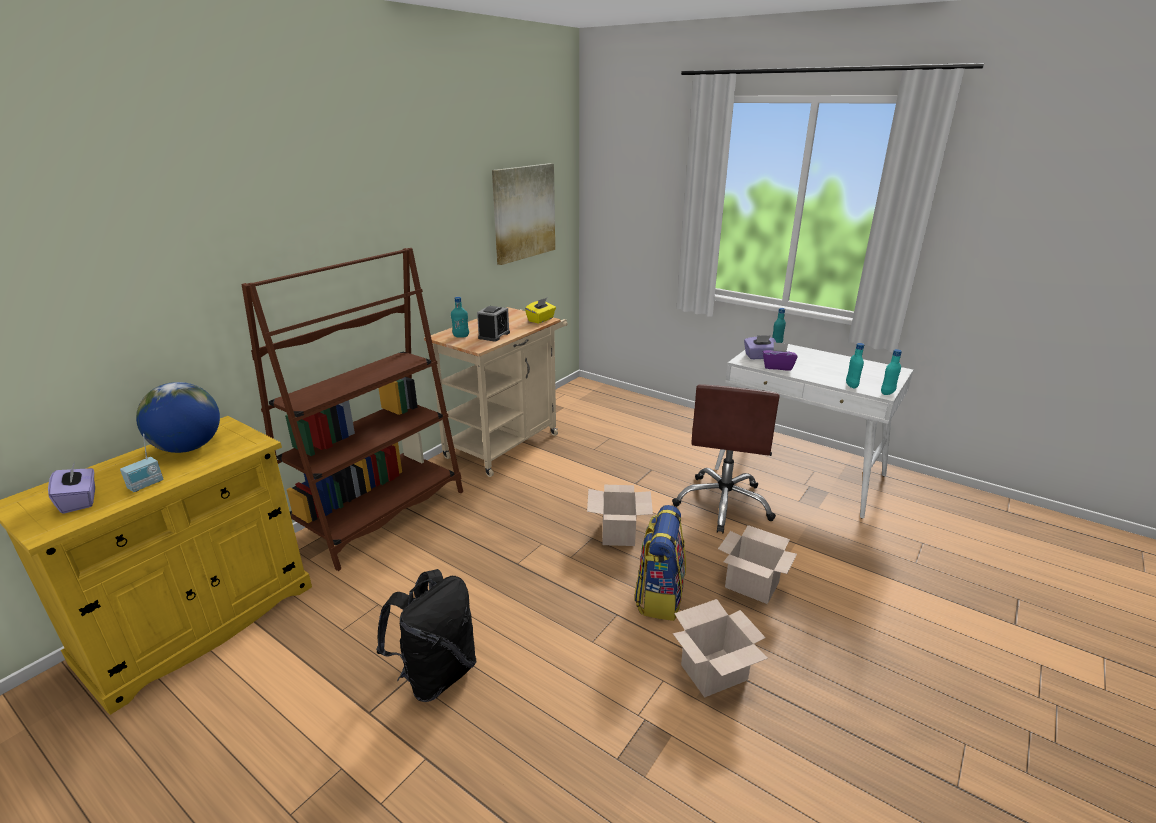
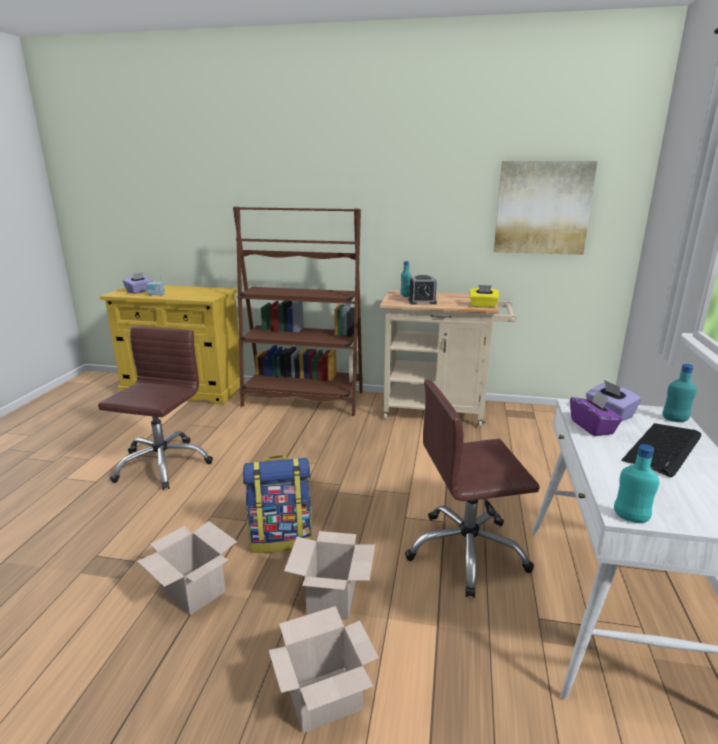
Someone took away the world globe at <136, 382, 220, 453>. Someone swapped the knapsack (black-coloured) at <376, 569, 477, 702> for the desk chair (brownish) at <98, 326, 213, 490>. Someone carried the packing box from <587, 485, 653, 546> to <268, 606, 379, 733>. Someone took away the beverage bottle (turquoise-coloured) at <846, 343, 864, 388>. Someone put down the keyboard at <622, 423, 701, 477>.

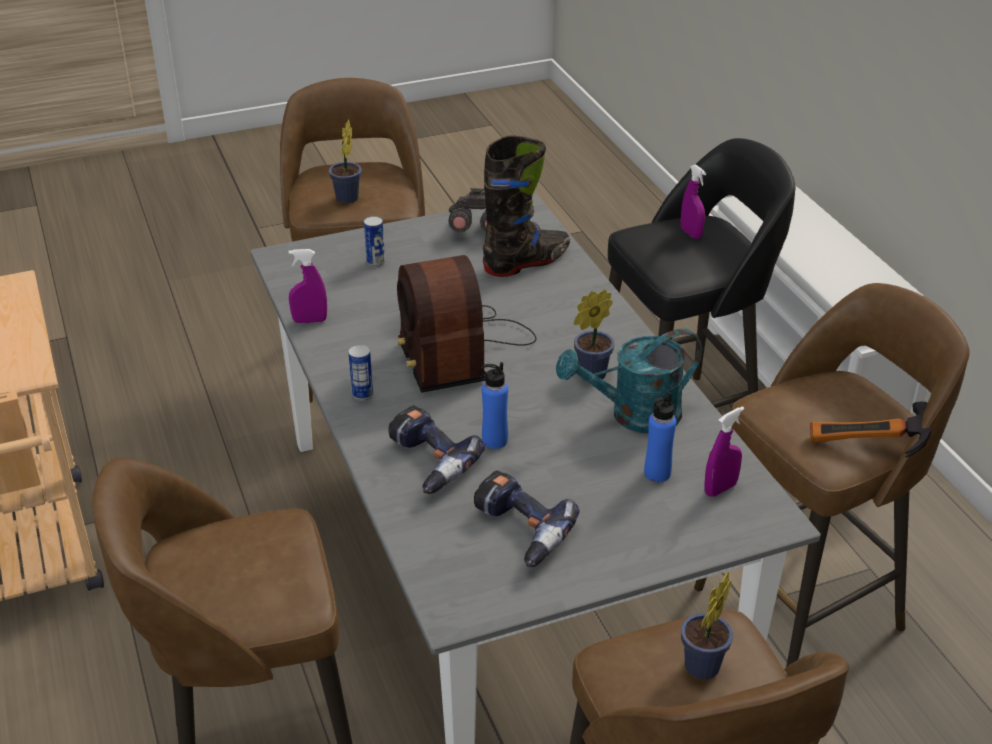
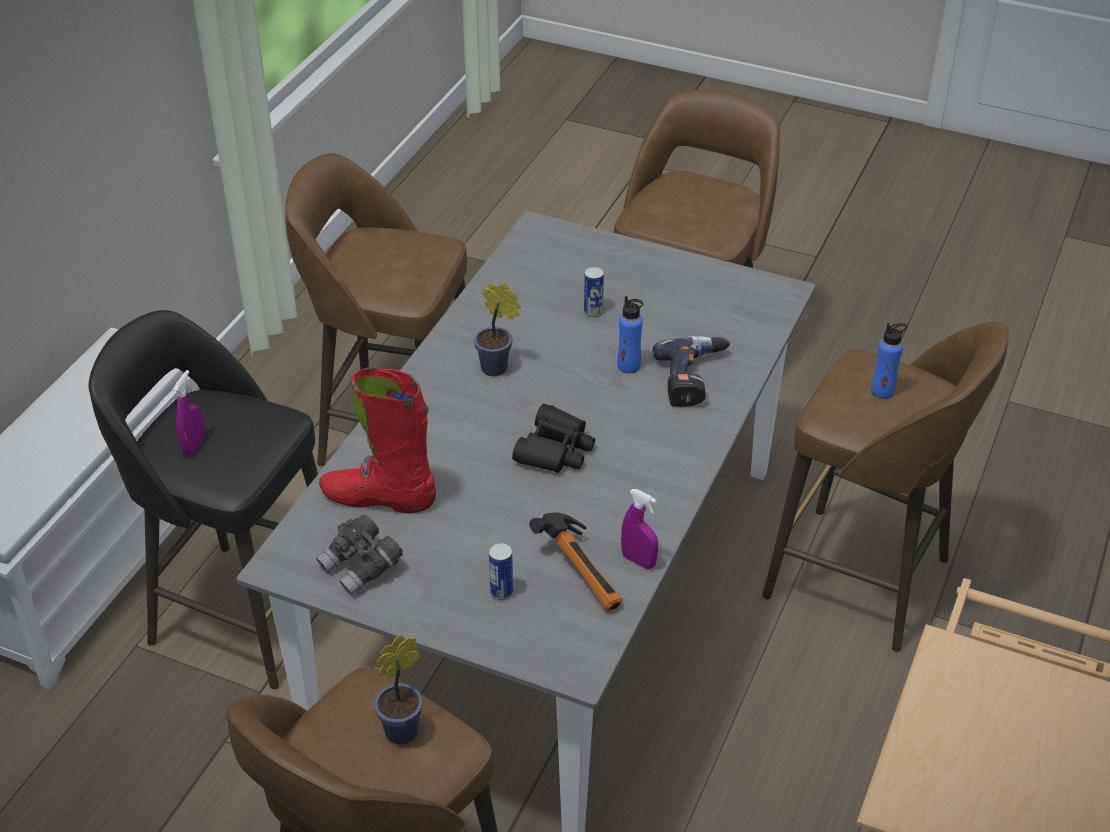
Someone carried the sealed can from <348, 344, 373, 401> to <584, 267, 604, 317>. Someone swapped the radio set at <397, 255, 536, 393> for the binoculars (black-coloured) at <512, 404, 595, 473>. Someone took away the power drill at <474, 471, 580, 567>. Someone repainted the boot (black-coloured) at <483, 135, 570, 277>, which became the boot (reddish) at <319, 367, 436, 513>. Someone took away the sprinkling can (turquoise-coloured) at <556, 328, 702, 433>. Someone carried the beverage bottle (blue) from <644, 392, 676, 482> to <871, 323, 907, 399>. Someone took away the plant in a pot at <681, 572, 733, 680>. Someone took away the spray bottle (purplish) at <704, 406, 744, 497>. Someone carried the hammer from <810, 402, 931, 458> to <529, 512, 623, 611>.

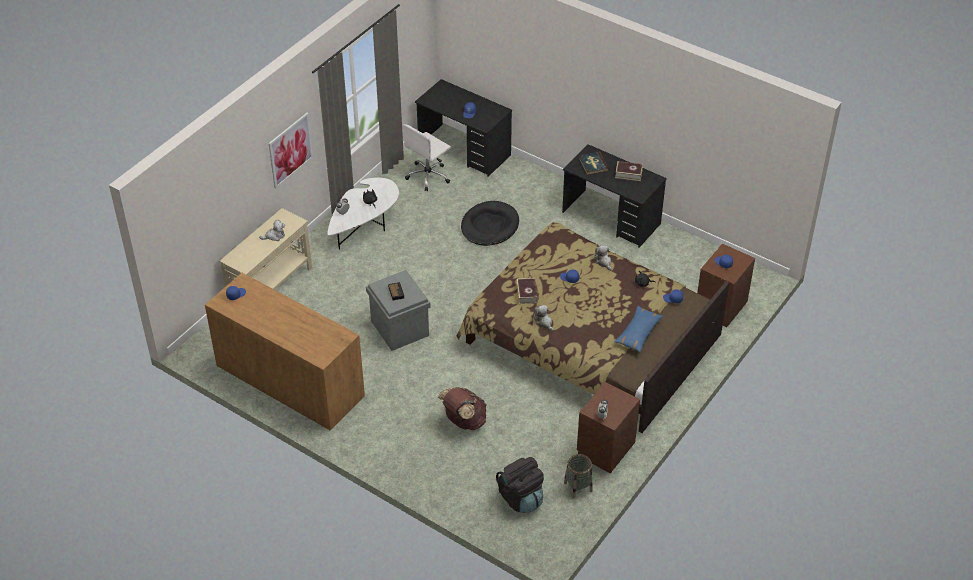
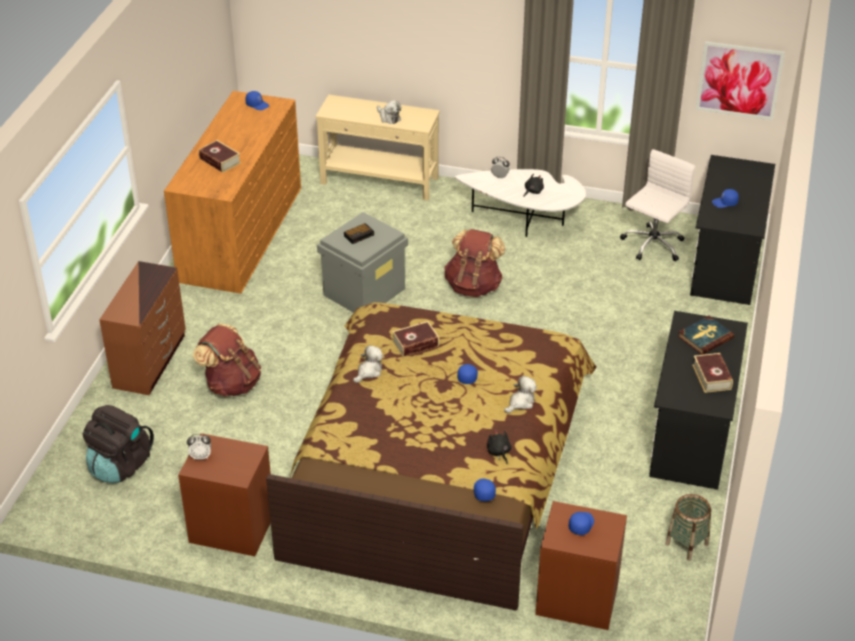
Someone carried the wall art from <269, 113, 313, 189> to <695, 41, 785, 120>. Someone rotated the desk chair (whitish) at <403, 124, 451, 191> by 105 degrees clockwise. Someone took away the dog cushion (black-coloured) at <461, 201, 519, 246>. Someone carried the storage basket from <564, 454, 592, 499> to <665, 494, 711, 561>. Someone took away the cushion (blue) at <614, 306, 663, 352>. Someone put down the chest of drawers (brownish) at <99, 261, 186, 395>. Someone put down the bound book at <199, 140, 241, 173>. Someone put down the knapsack (brownish) at <445, 229, 505, 297>.

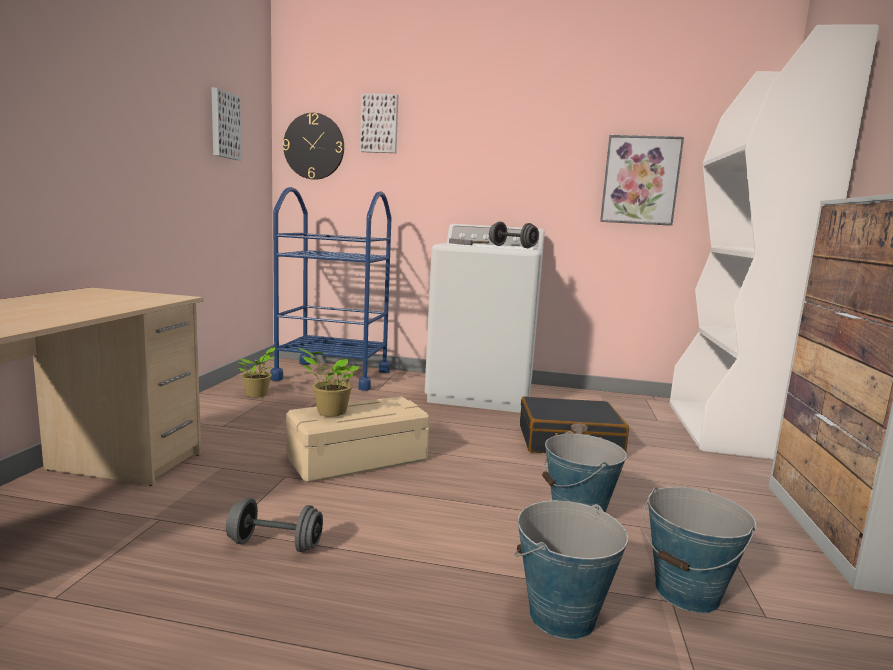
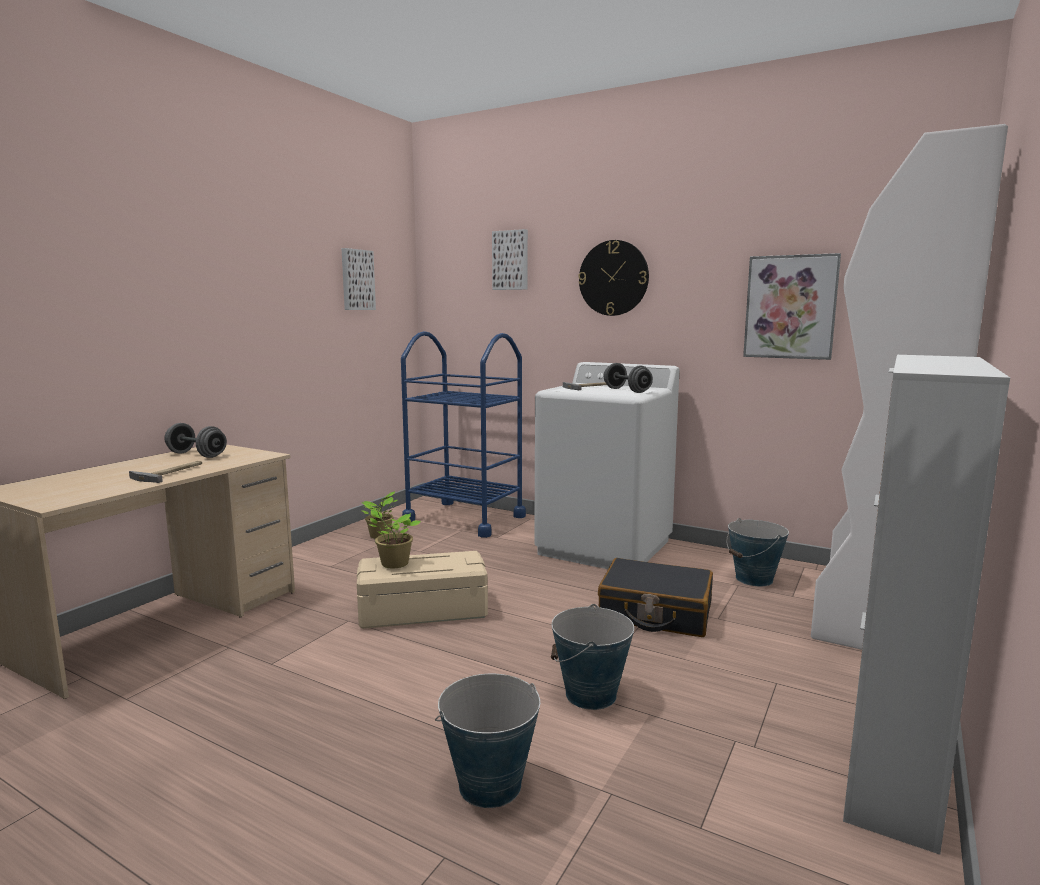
Someone carried the hand weight (grey) from <226, 498, 323, 552> to <164, 423, 227, 458>. Someone carried the wall clock from <283, 113, 344, 180> to <578, 240, 649, 316>. Someone carried the bucket from <643, 487, 756, 613> to <726, 518, 789, 586>. Someone put down the hammer at <129, 461, 202, 483>.

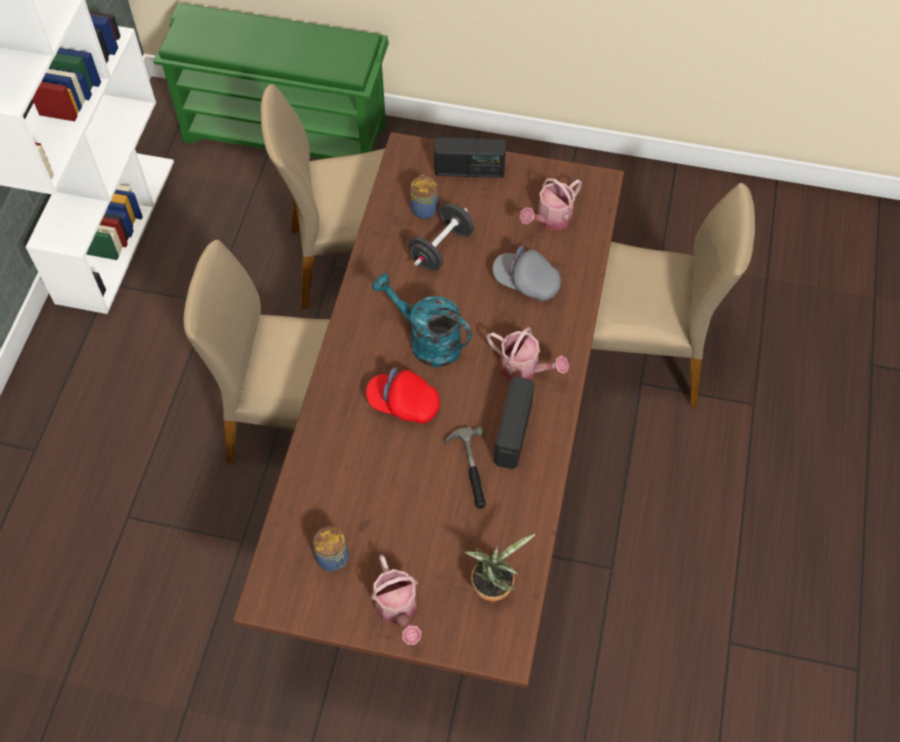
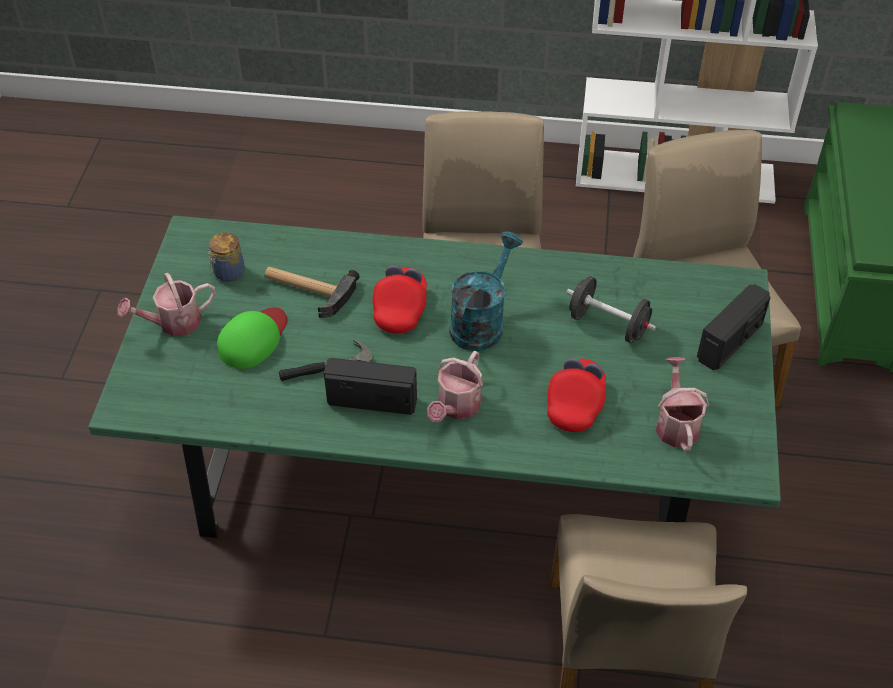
Someone repainted the kitchen table (brownish) at <233, 132, 624, 688>, which became the kitchen table (green) at <88, 216, 781, 538>. Someone took away the jar at <410, 175, 438, 219>. Someone rotated the radio set at <434, 137, 506, 178> by 135 degrees counterclockwise. Someone took away the plant in a pot at <464, 534, 535, 602>. Someone repainted the baseball cap (grey) at <493, 245, 561, 301>, which became the baseball cap (reddish) at <547, 358, 606, 432>. Someone rotated the sprinkling can at <519, 178, 582, 231> by 45 degrees clockwise. Someone put down the baseball cap (green) at <217, 307, 287, 369>. Someone put down the hammer at <265, 267, 360, 318>.

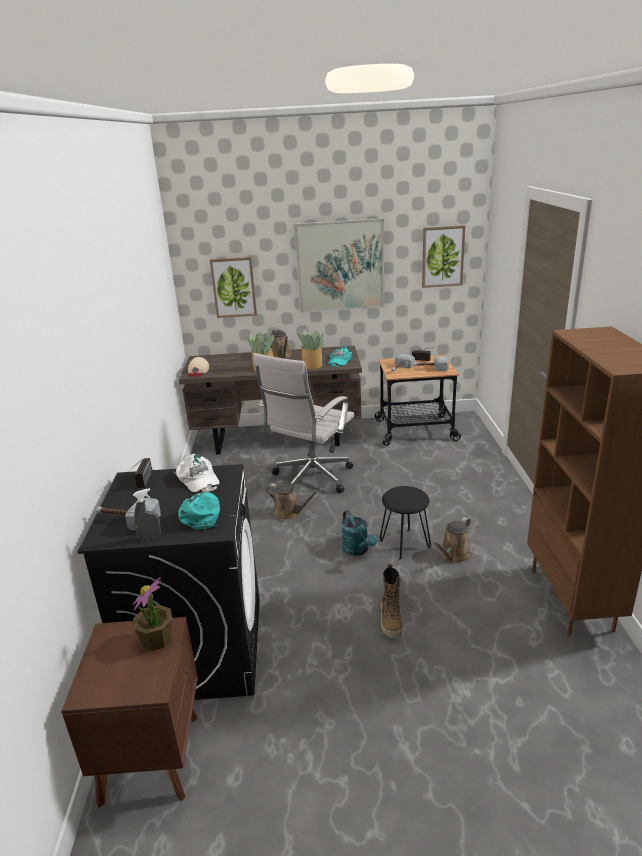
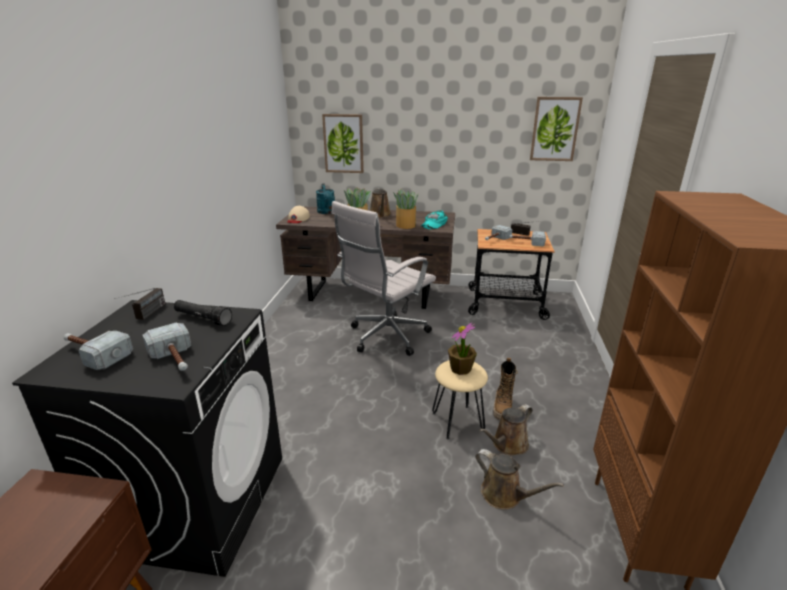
Someone carried the plant in a pot from <132, 577, 172, 651> to <448, 322, 477, 375>. Someone took away the spray bottle (grey) at <133, 488, 161, 541>. Someone swapped the baseball cap (whitish) at <174, 454, 220, 493> for the hand torch (black-coloured) at <174, 300, 232, 326>. Someone swapped the baseball cap (turquoise-coloured) at <178, 492, 220, 531> for the hammer at <143, 322, 191, 371>. Someone carried the sprinkling can (brownish) from <266, 483, 320, 520> to <475, 449, 564, 510>. Someone took away the wall art at <294, 218, 384, 313>. Someone carried the sprinkling can (turquoise-coloured) from <342, 510, 377, 556> to <316, 183, 335, 214>. Someone repainted the stool seat (black-coloured) at <380, 486, 431, 560>, which became the stool seat (beige-coloured) at <432, 360, 488, 439>. Someone carried the boot from <381, 564, 402, 638> to <493, 358, 518, 420>.

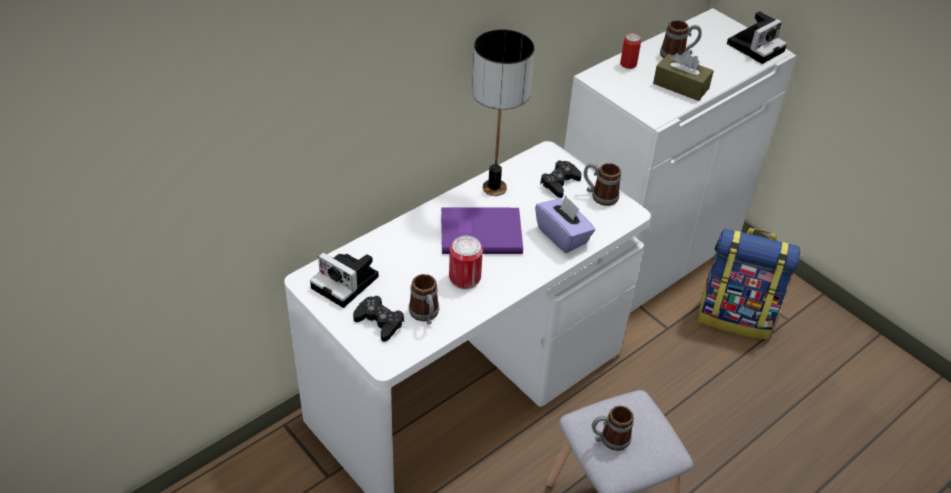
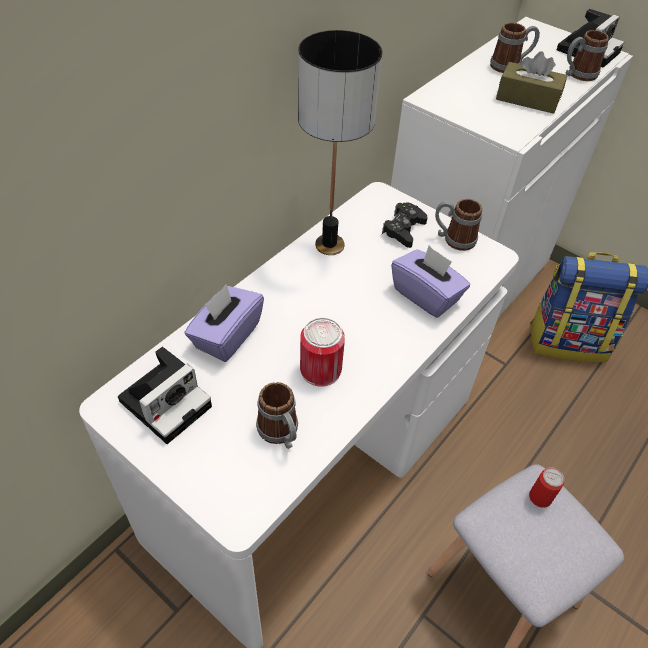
Someone rotated the still camera at <310, 253, 379, 308> by 75 degrees counterclockwise. Someone took away the gamepad (black-coloured) at <353, 296, 404, 342>. Someone took away the bound book (purplish) at <441, 207, 523, 254>. Someone carried the coffee mug from <592, 406, 634, 451> to <566, 30, 609, 81>. Someone carried the sealed can from <620, 33, 641, 69> to <529, 467, 564, 508>. Someone put down the tissue box (purplish) at <185, 284, 264, 362>.

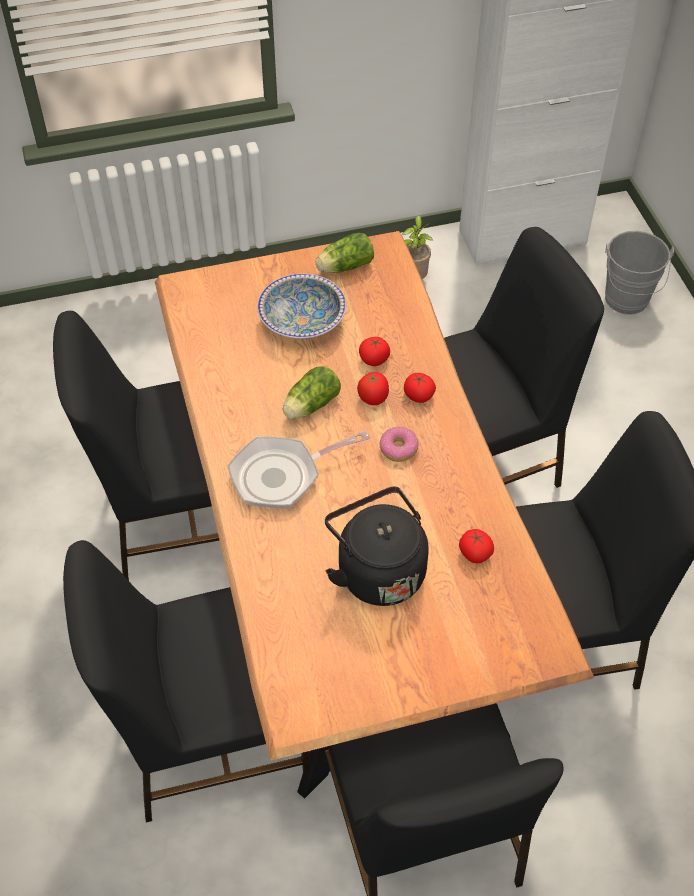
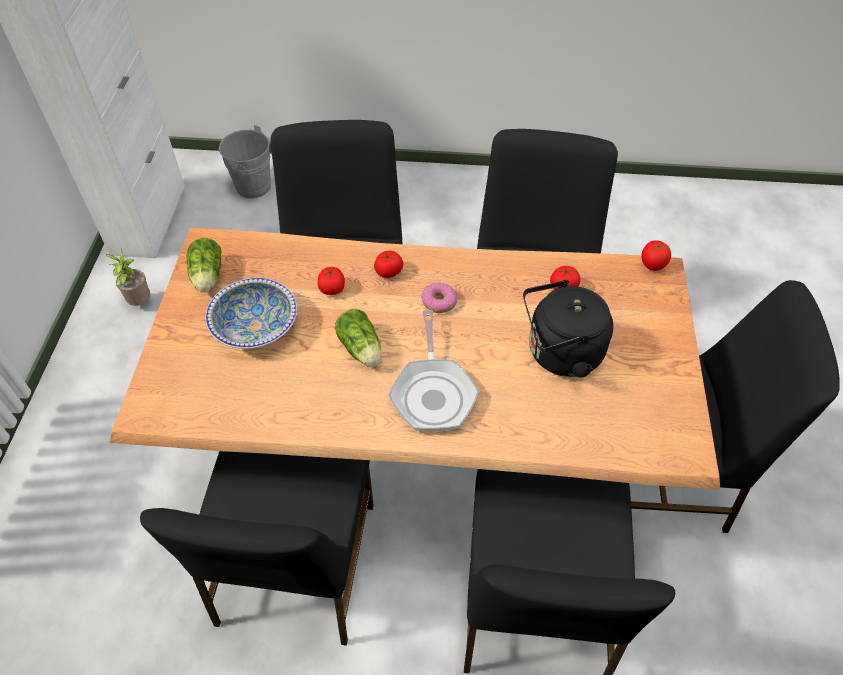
Someone carried the tomato from <357, 372, 389, 405> to <641, 241, 671, 271>.

